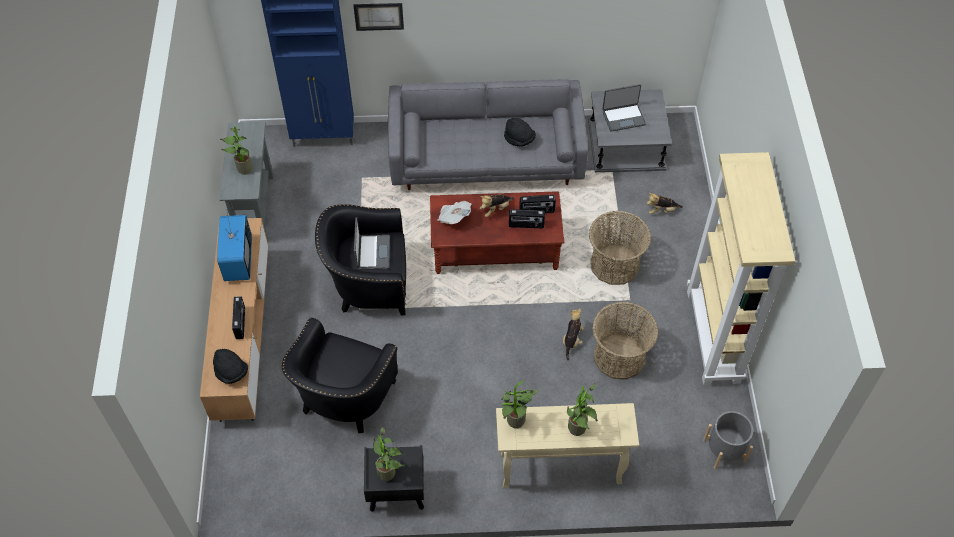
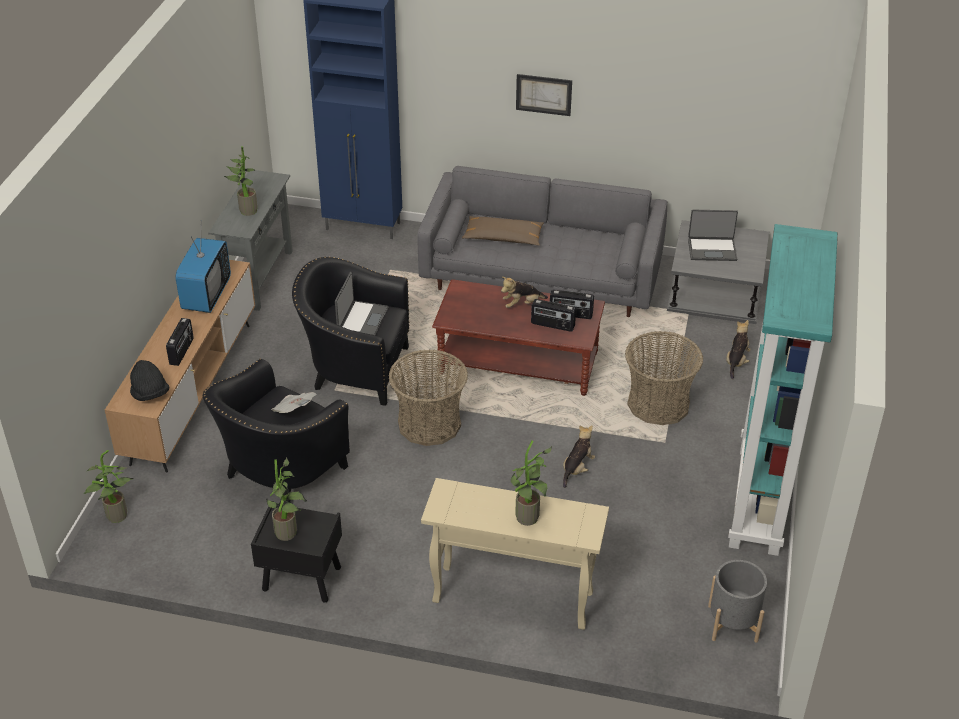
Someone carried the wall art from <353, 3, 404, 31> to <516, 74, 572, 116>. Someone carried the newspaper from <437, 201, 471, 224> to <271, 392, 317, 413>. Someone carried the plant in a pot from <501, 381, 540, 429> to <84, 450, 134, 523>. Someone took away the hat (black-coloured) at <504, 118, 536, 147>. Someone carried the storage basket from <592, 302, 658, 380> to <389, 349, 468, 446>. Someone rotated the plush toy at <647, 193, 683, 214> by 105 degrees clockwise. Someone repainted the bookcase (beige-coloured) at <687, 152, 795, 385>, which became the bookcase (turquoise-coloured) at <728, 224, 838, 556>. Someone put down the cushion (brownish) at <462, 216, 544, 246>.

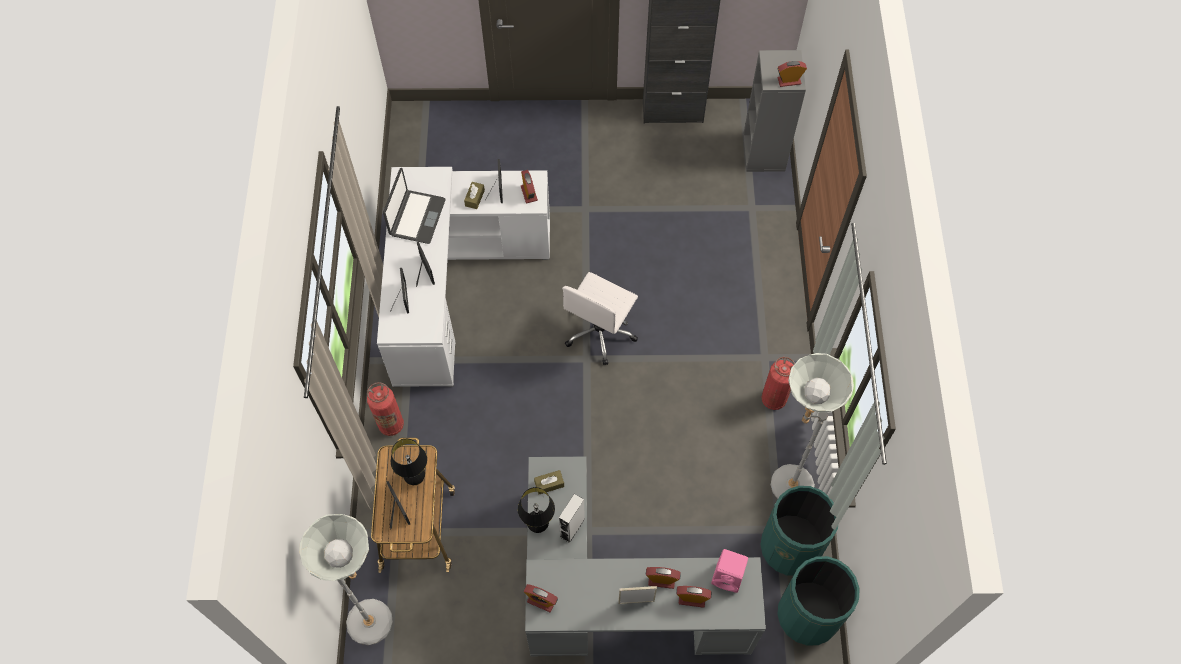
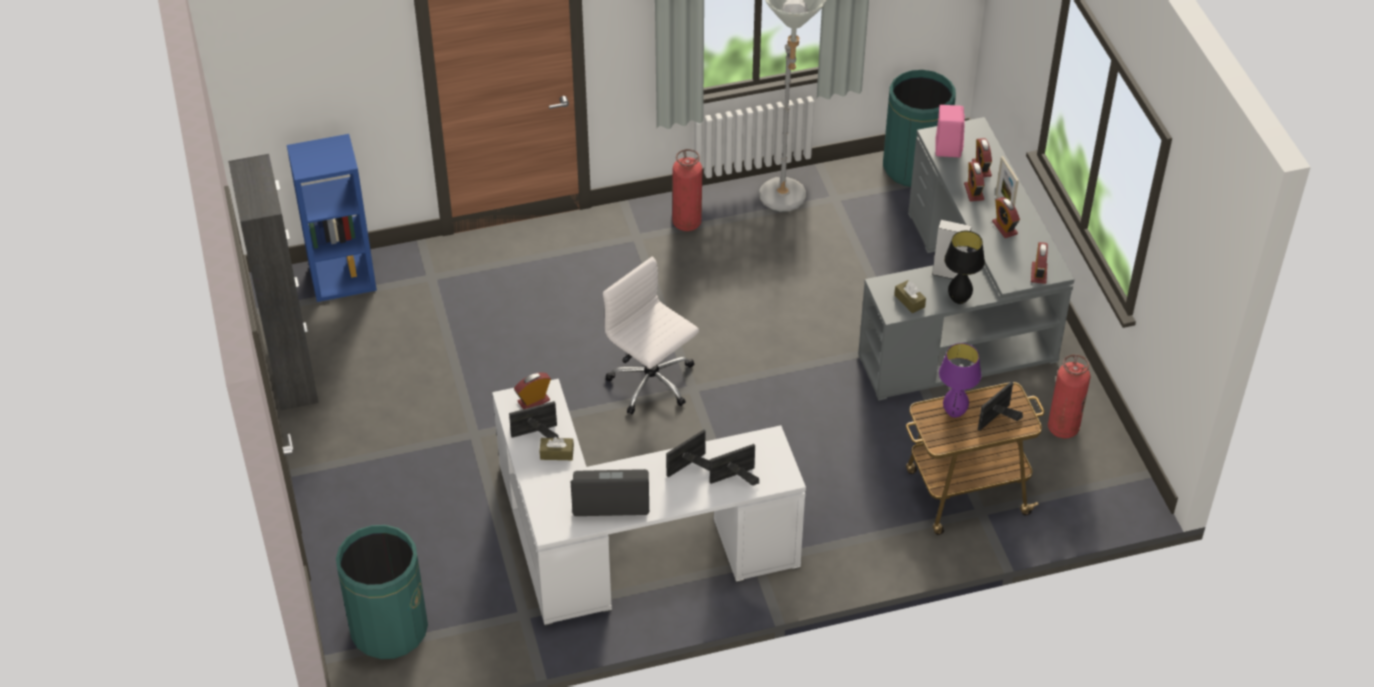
Someone took away the standing lamp (grey) at <299, 514, 393, 645>. Someone carried the fire extinguisher from <367, 382, 404, 436> to <1048, 354, 1091, 438>. Someone repainted the tabletop lamp (black-coloured) at <391, 439, 427, 485>, which became the tabletop lamp (purplish) at <939, 343, 981, 418>. Someone rotated the desk chair (whitish) at <562, 272, 638, 365> by 150 degrees counterclockwise. Someone repainted the bookcase (grey) at <743, 50, 806, 172>, which became the bookcase (blue) at <287, 134, 377, 302>. Someone carried the rubbish bin (green) from <760, 486, 838, 576> to <336, 525, 428, 659>. Someone carried the bedside clock from <777, 61, 807, 87> to <992, 197, 1020, 238>.

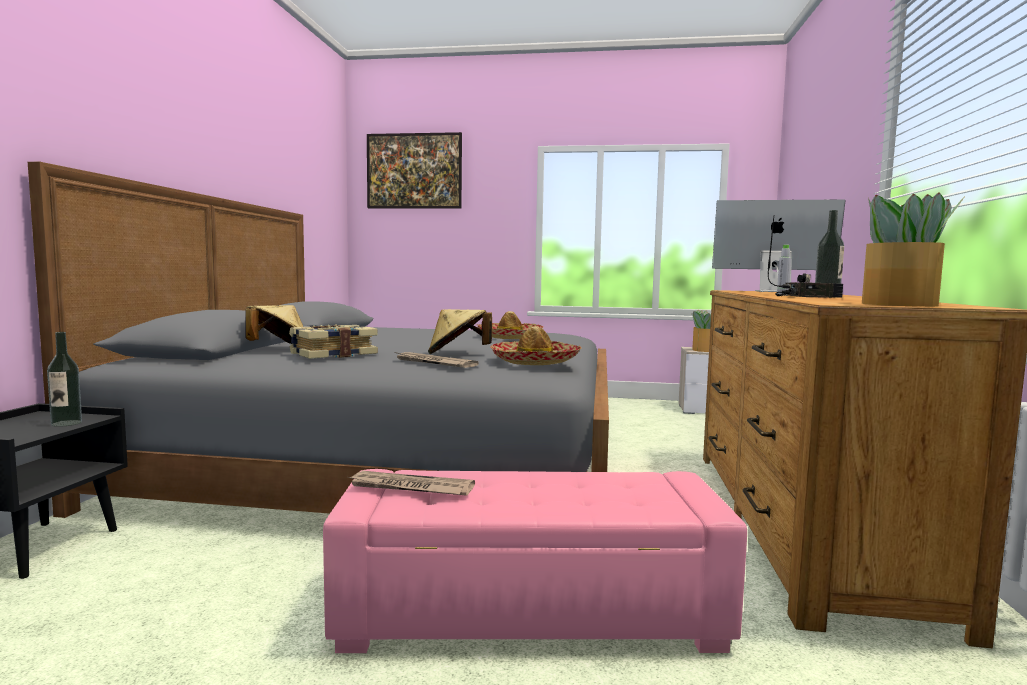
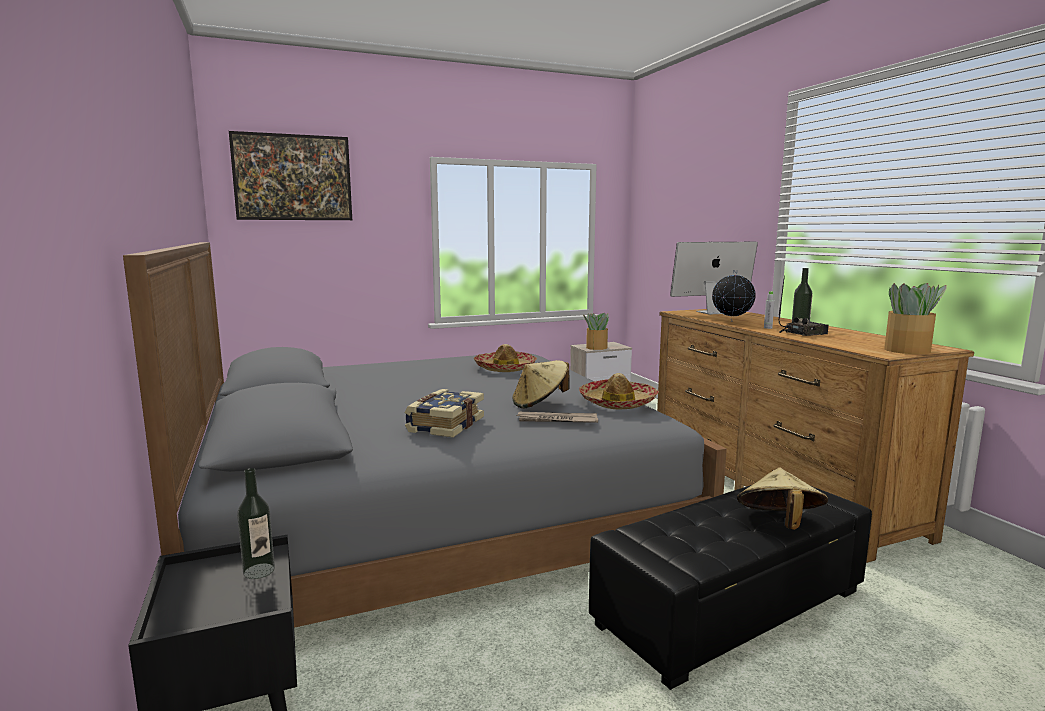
Someone carried the hat (beige-coloured) from <245, 305, 303, 344> to <737, 467, 828, 530>. Someone repainted the pouffe (pink-coloured) at <323, 469, 747, 653>, which became the pouffe (black-coloured) at <589, 485, 872, 690>. Someone took away the newspaper at <348, 471, 475, 496>. Someone put down the world globe at <712, 272, 756, 322>.

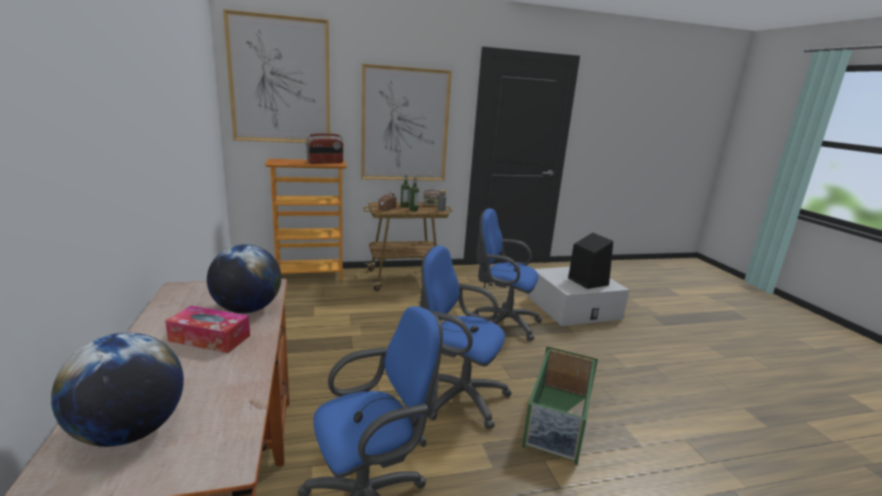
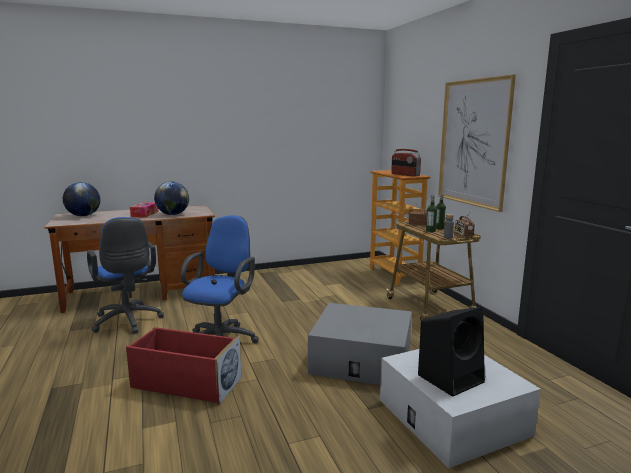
Someone took away the wall art at <223, 9, 330, 143>. Someone swapped the desk chair (blue) at <472, 208, 542, 341> for the storage container (grey) at <308, 303, 412, 385>. Someone repainted the storage container (green) at <522, 346, 598, 465>, which became the storage container (reddish) at <126, 327, 242, 405>.

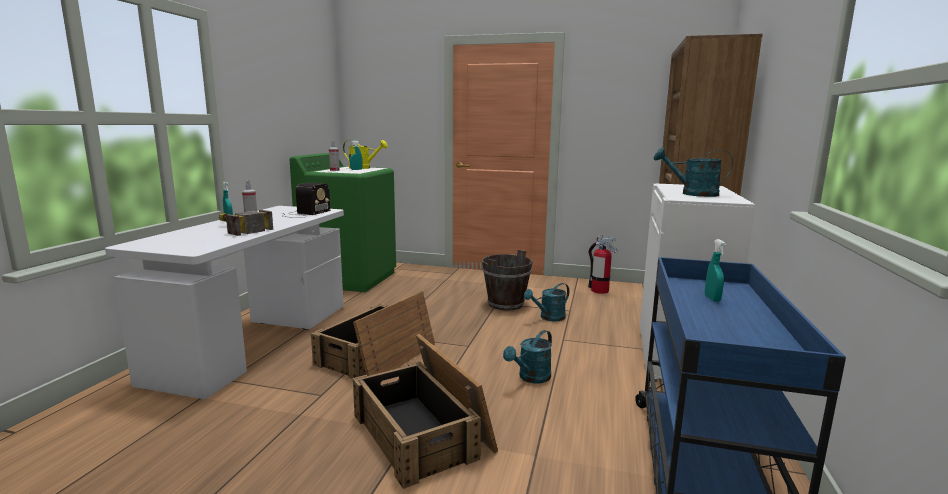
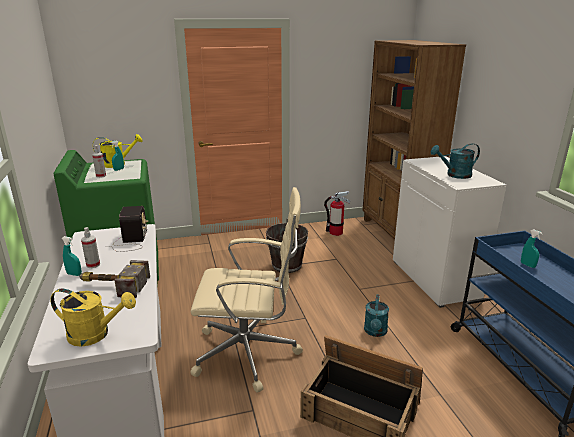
Someone swapped the packing crate at <311, 291, 435, 379> for the desk chair (beige-coloured) at <190, 187, 303, 392>. Someone took away the sprinkling can (turquoise-coloured) at <524, 283, 569, 321>. Someone put down the sprinkling can (yellowish) at <51, 288, 136, 347>.

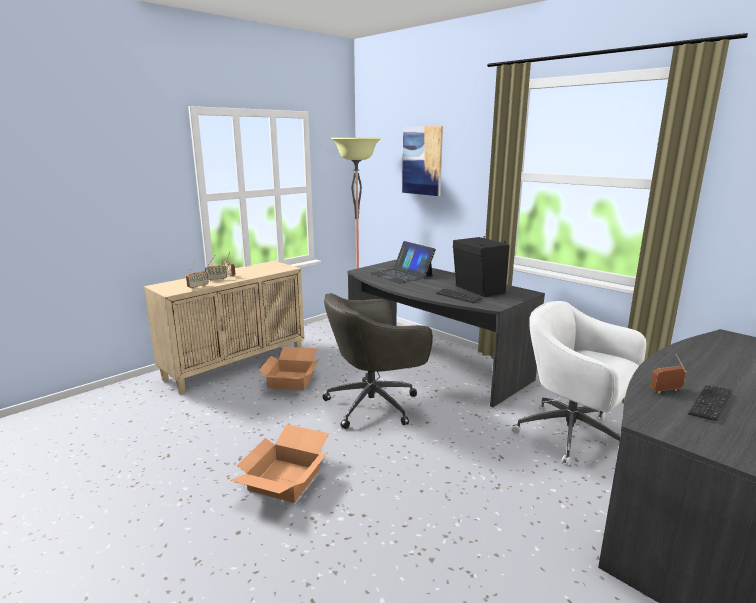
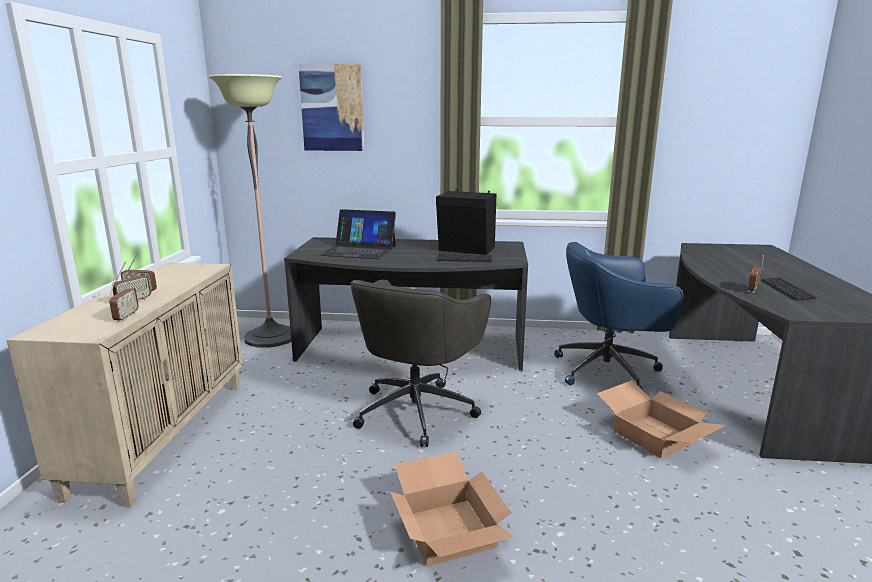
Someone carried the packing box from <259, 347, 320, 390> to <597, 380, 726, 459>. Someone repainted the desk chair (whitish) at <511, 301, 647, 466>, which became the desk chair (blue) at <554, 242, 683, 389>.

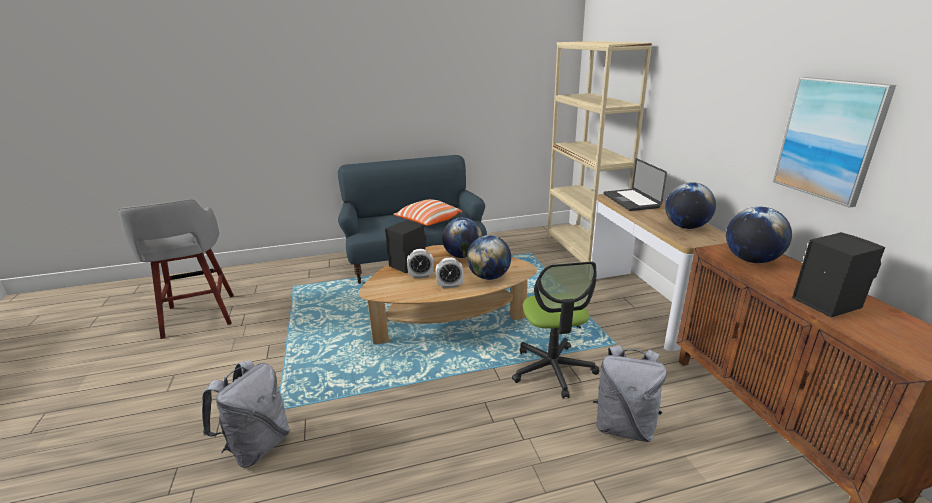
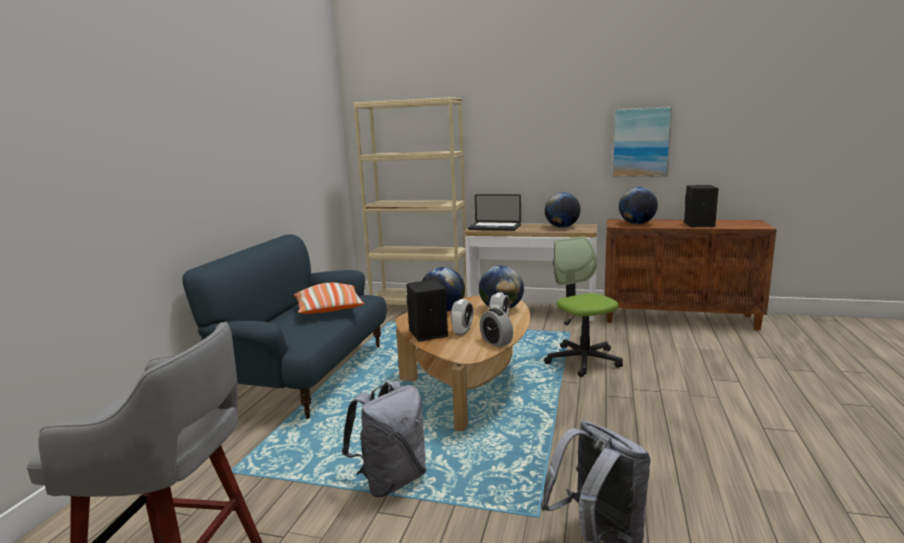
Someone rotated the desk chair at <512, 261, 599, 398> by 135 degrees counterclockwise. Someone carried the knapsack (grey) from <593, 345, 667, 442> to <342, 381, 427, 497>. Someone put down the bedside clock at <480, 308, 513, 348>.

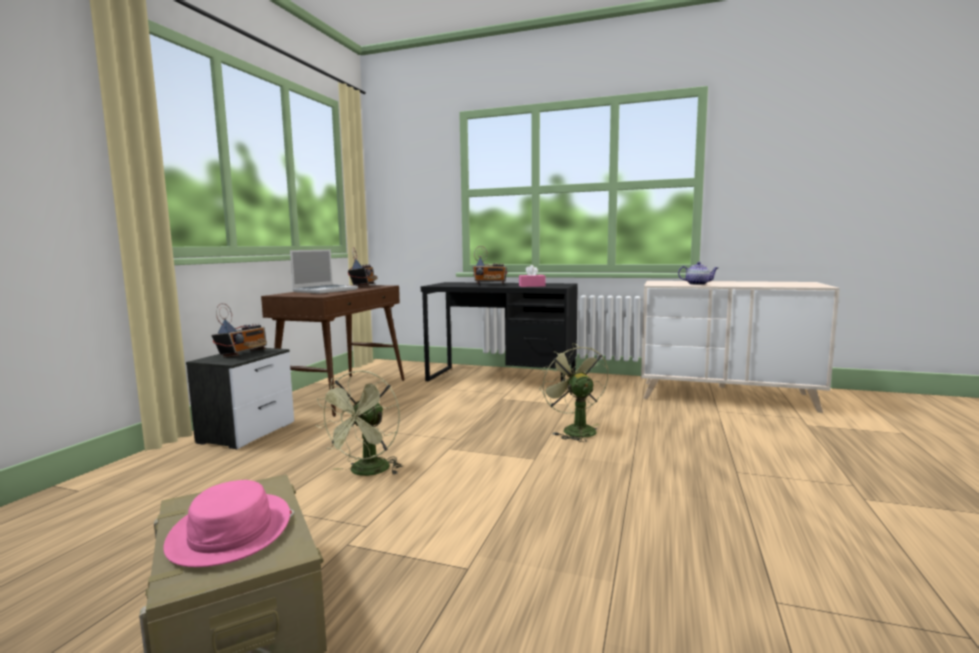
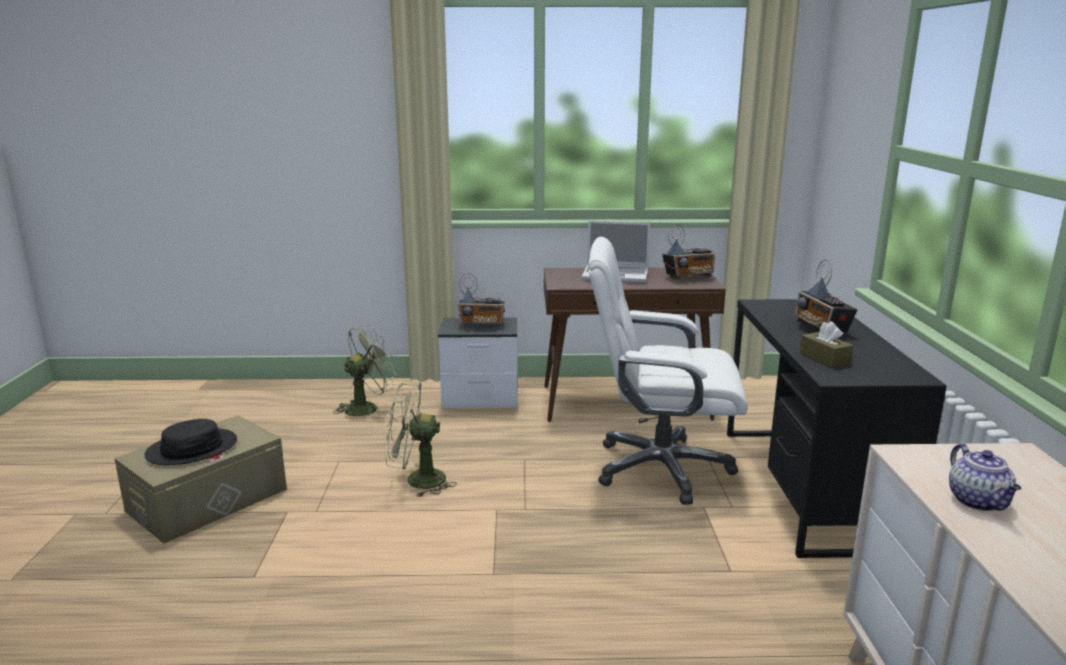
Someone repainted the hat (pink-coloured) at <163, 480, 290, 567>, which became the hat (black-coloured) at <144, 419, 237, 465>. Someone repainted the tissue box (pink-coloured) at <519, 265, 546, 287>, which became the tissue box (brownish) at <800, 321, 853, 368>. Someone carried the cooling fan (green) from <539, 343, 608, 442> to <333, 325, 396, 416>. Someone put down the desk chair (whitish) at <589, 237, 748, 505>.

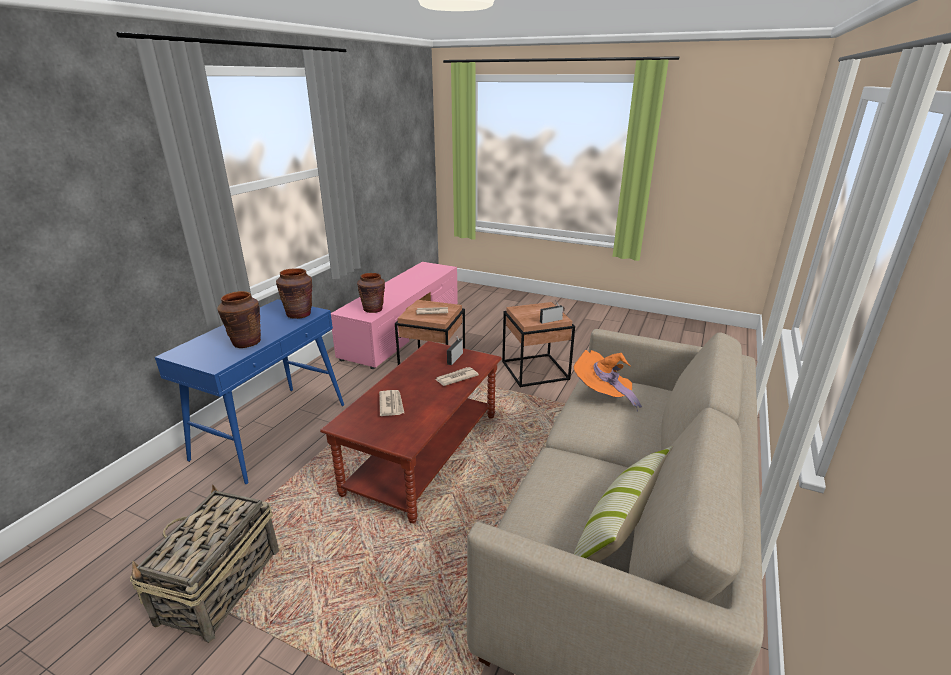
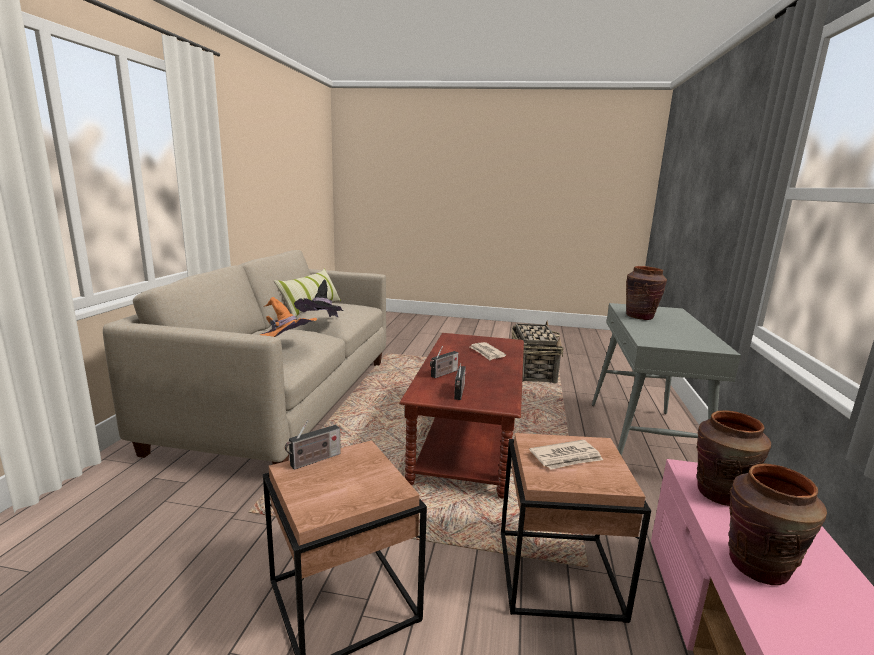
Someone repainted the console table (blue) at <155, 299, 344, 484>, which became the console table (grey) at <592, 303, 741, 456>. Someone carried the flower vase (brownish) from <276, 268, 312, 319> to <728, 464, 827, 585>. Someone swapped the newspaper at <435, 367, 479, 386> for the radio set at <430, 346, 458, 378>. Someone put down the hat (black-coloured) at <294, 280, 344, 317>.

